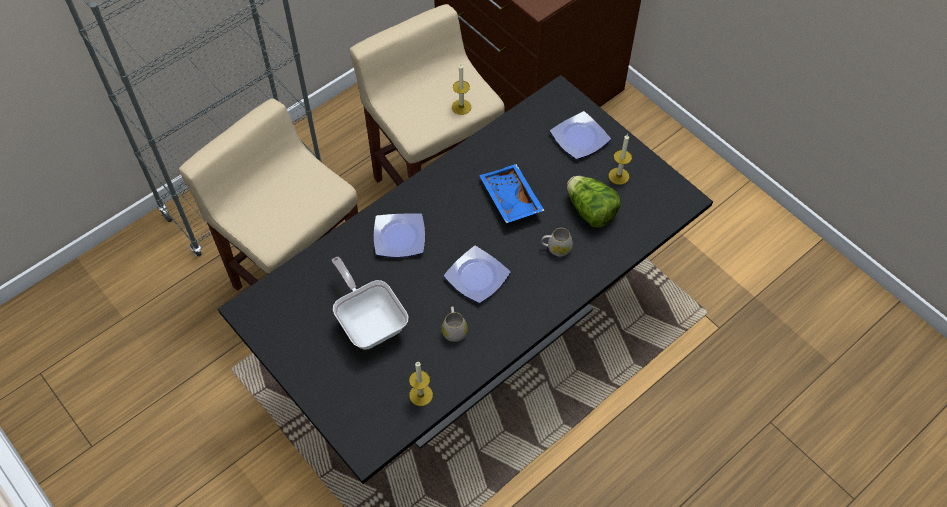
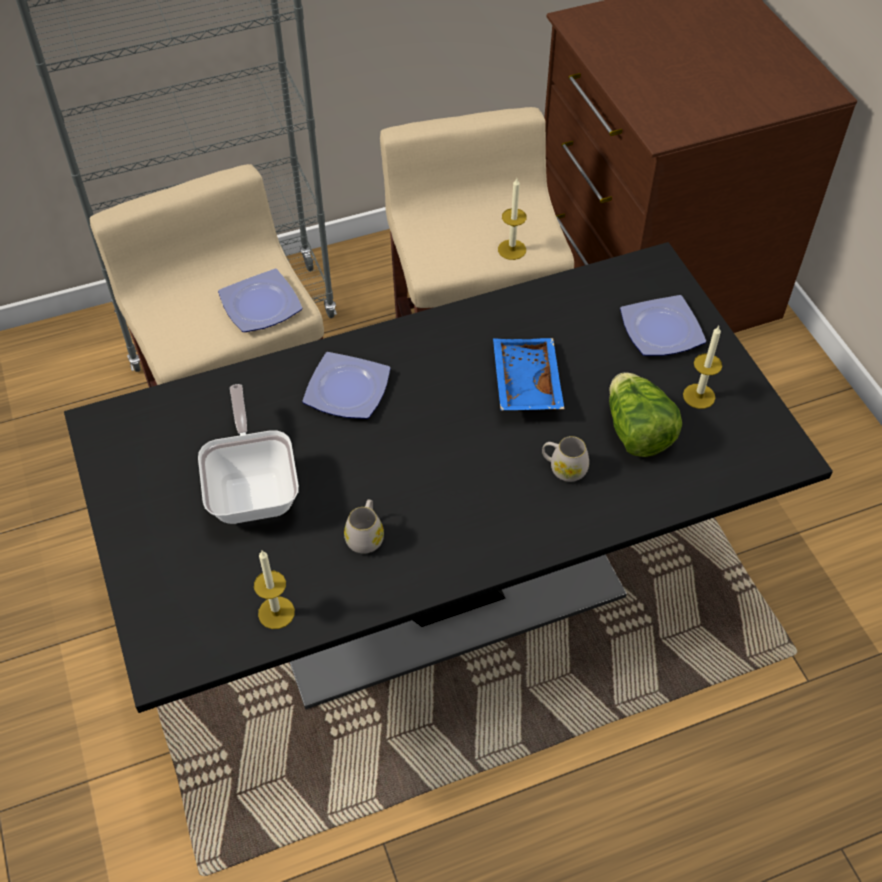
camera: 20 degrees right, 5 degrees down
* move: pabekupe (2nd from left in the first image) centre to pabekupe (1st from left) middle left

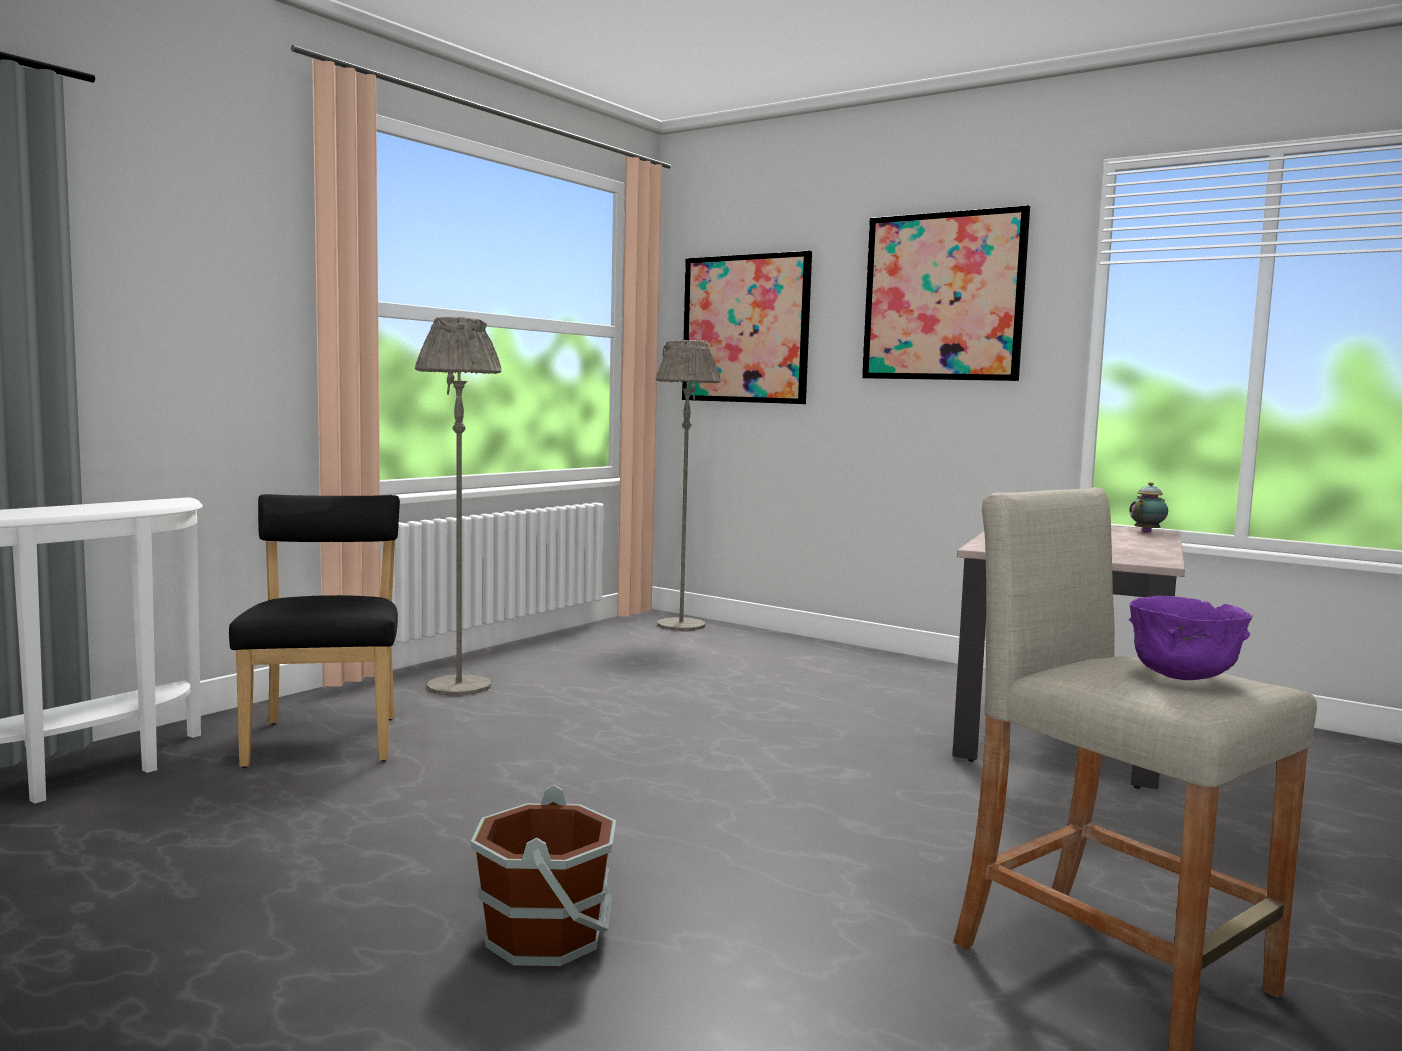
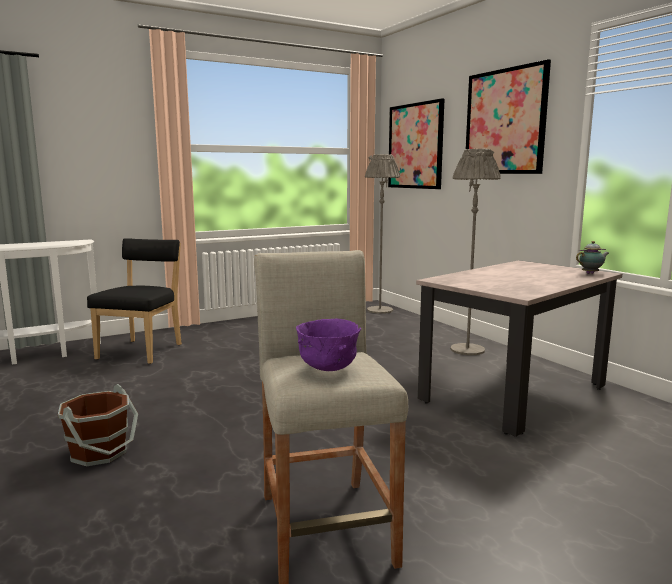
camera: 25 degrees right, 5 degrees up
* move: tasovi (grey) (1st from left in the first image) middle left to tasovi (grey) (2nd from left) middle right

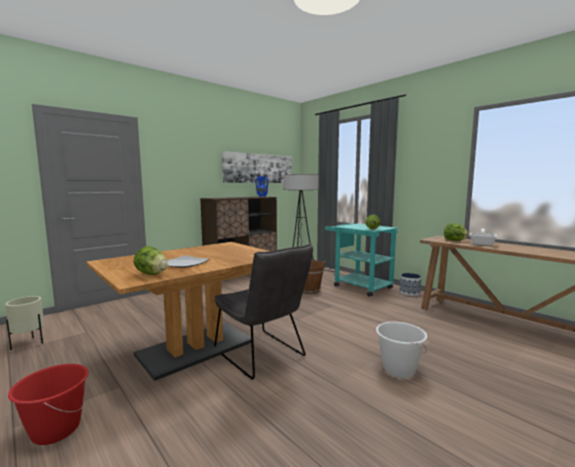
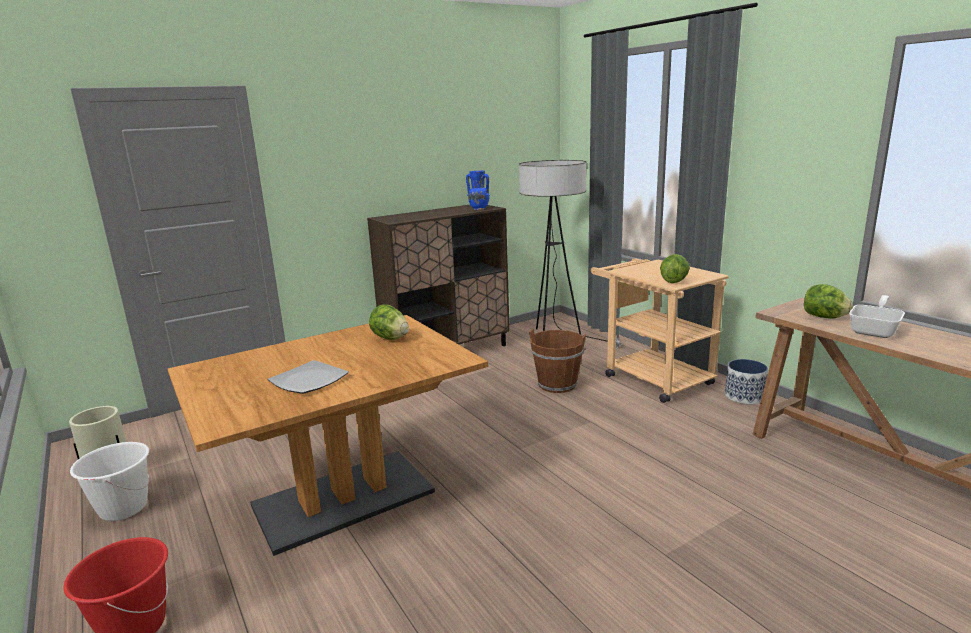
camera: 10 degrees right, 10 degrees up
* delete: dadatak centre
* recolor: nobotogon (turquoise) centre to nobotogon (beige) middle right
* delete: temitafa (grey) centre
* move: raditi (1st from left) middle left to centre
* move: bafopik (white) bottom right to bottom left

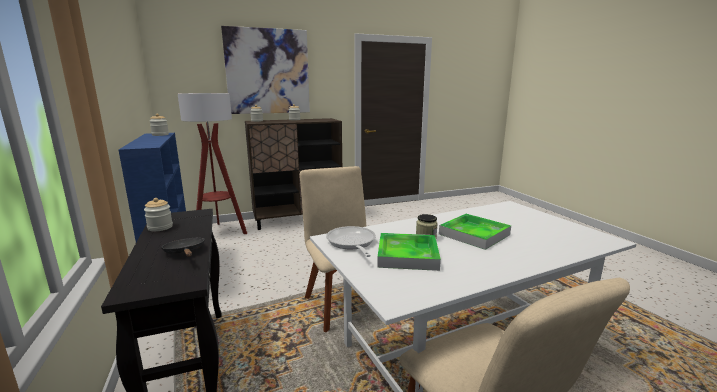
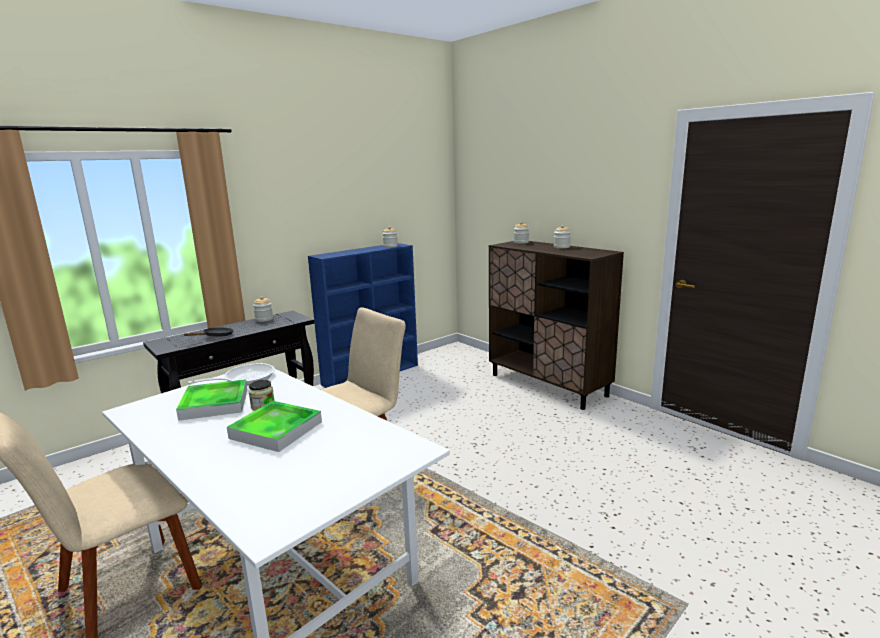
camera: 70 degrees right, 0 degrees up
* delete: dadatak top centre
* delete: tasovi middle left

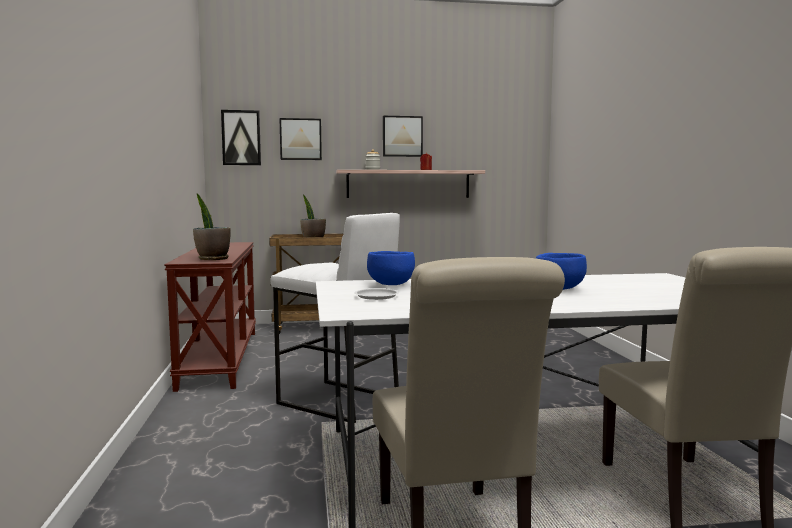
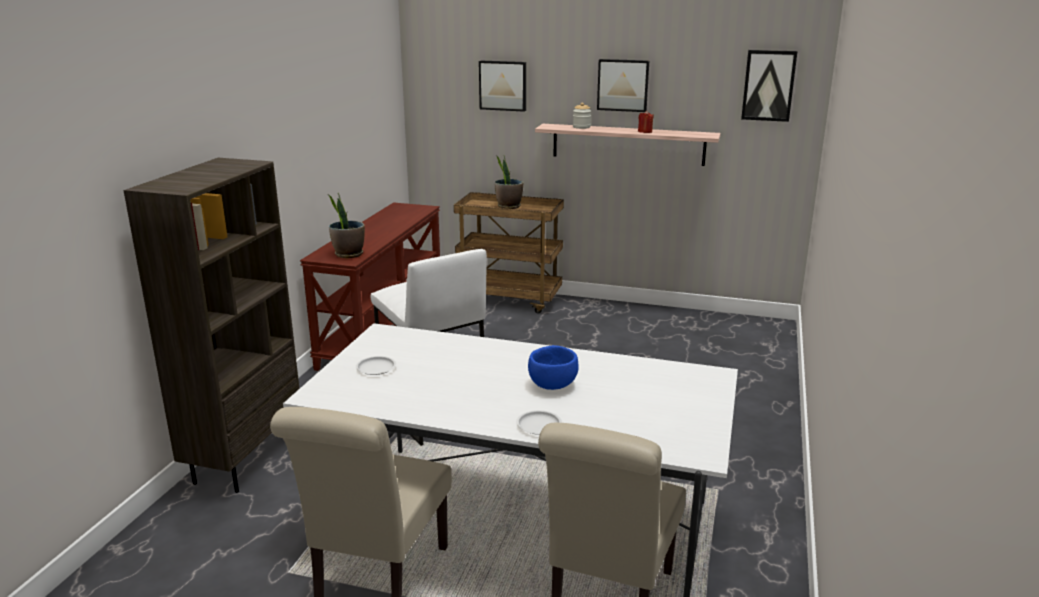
camera: 25 degrees right, 15 degrees up
* move: dadatak (1st from left in the first image) top left to dadatak (3rd from left) top right
* delete: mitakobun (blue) (1st from left) centre
* insert: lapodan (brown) middle left
* insert: pabekupe (white) (2nd from left) bottom centre

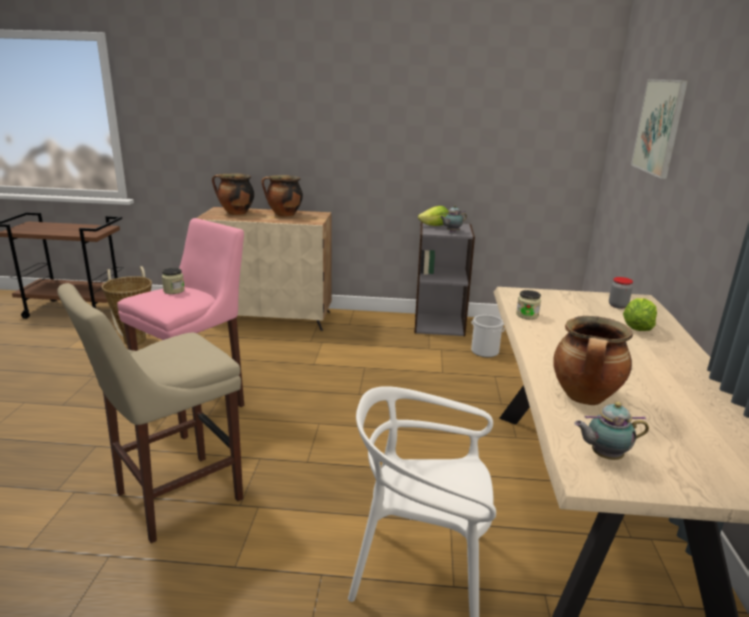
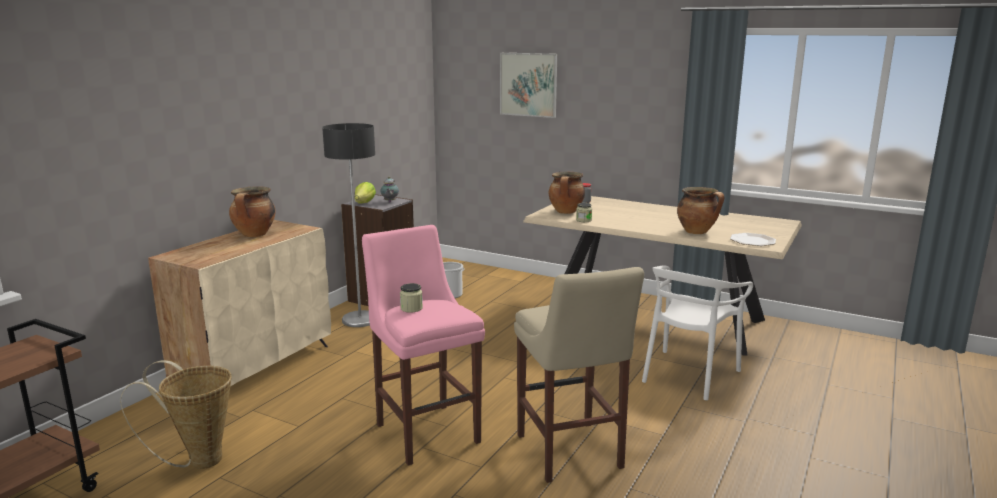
camera: 65 degrees left, 5 degrees down
* move: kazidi (1st from left in the first image) top left to kazidi (2nd from left) centre
* delete: raditi (2nd from left) middle right
* replace: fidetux (2nd from left) bottom right to pabekupe middle right
* insert: tasovi centre

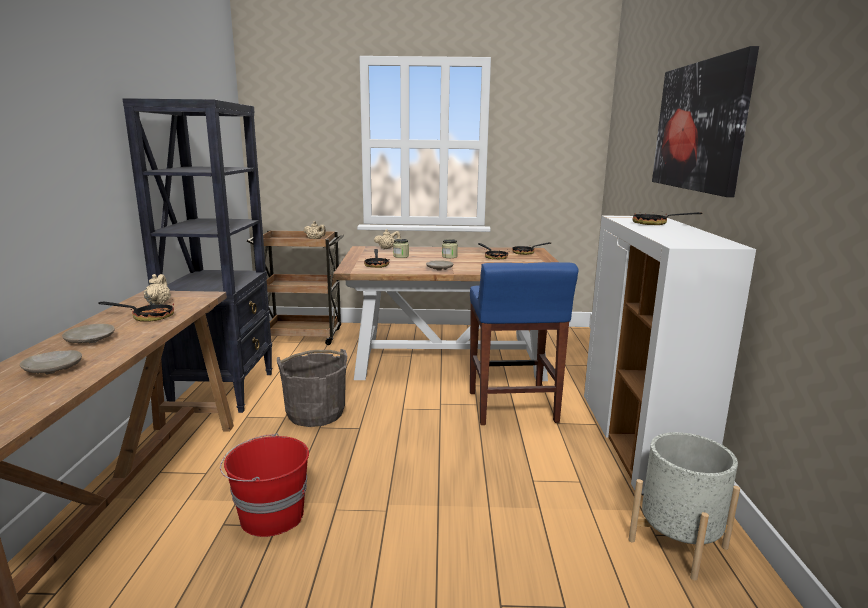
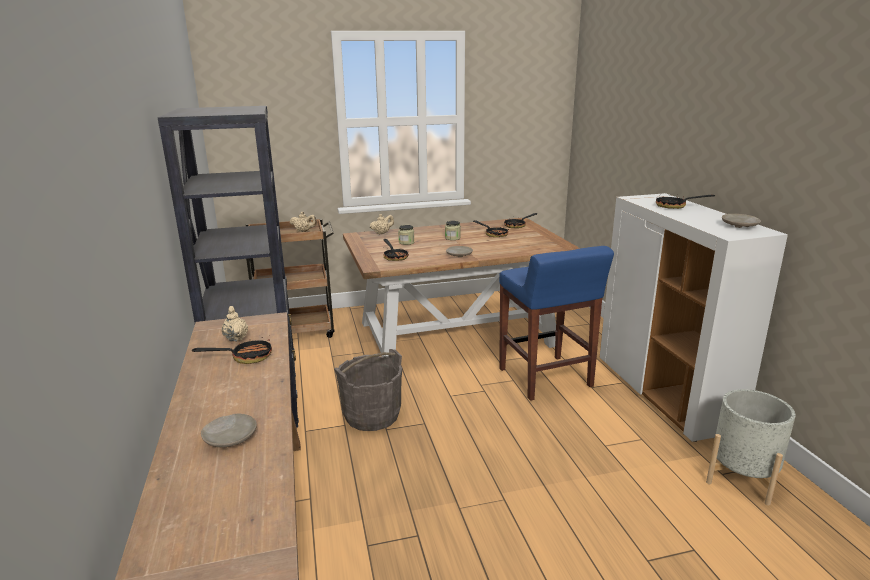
camera: 15 degrees left, 5 degrees up
* delete: dadatak top right
* move: pabekupe (beige) (2nd from left in the first image) middle left to pabekupe (beige) (3rd from left) middle right
* delete: bafopik (red) bottom left

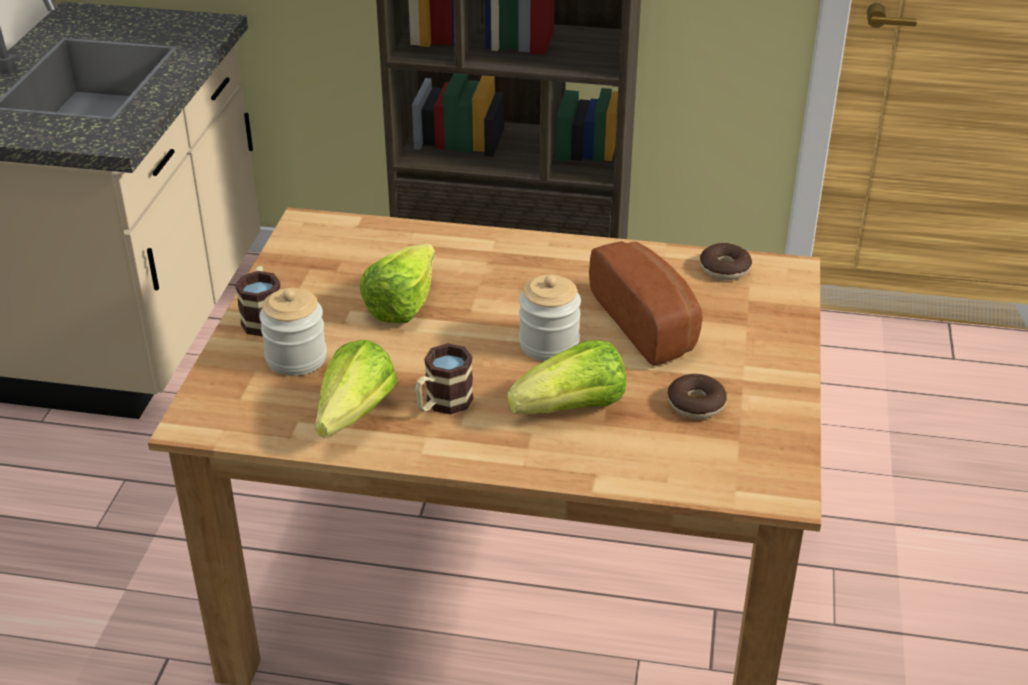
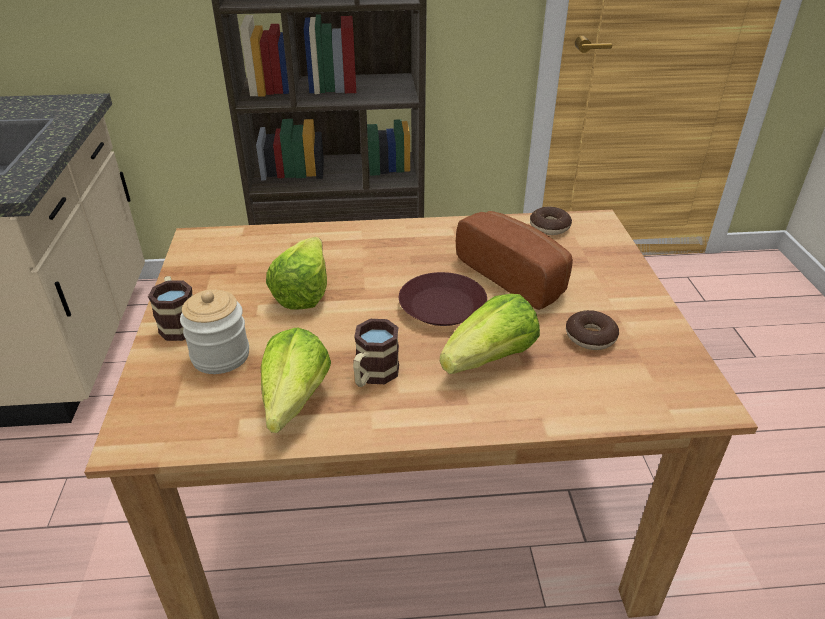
camera: 15 degrees left, 0 degrees up
* replace: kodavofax (2nd from left) centre to pabekupe (brown) centre

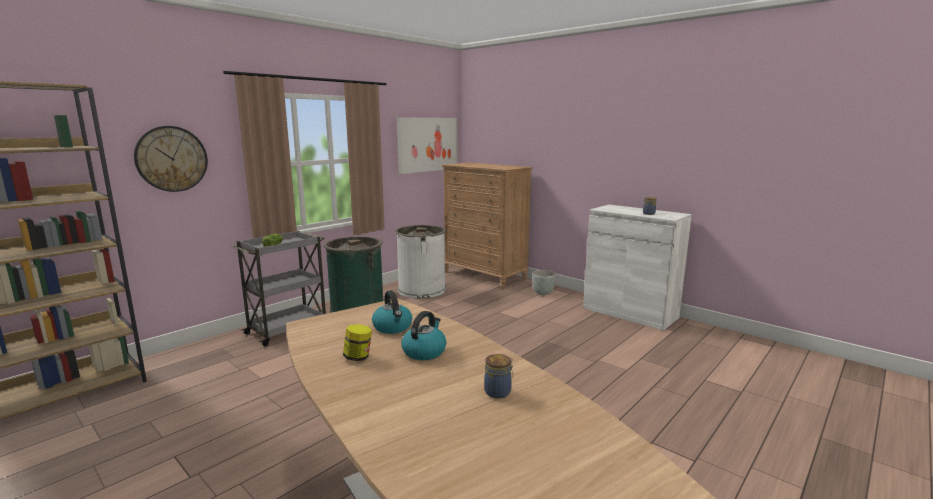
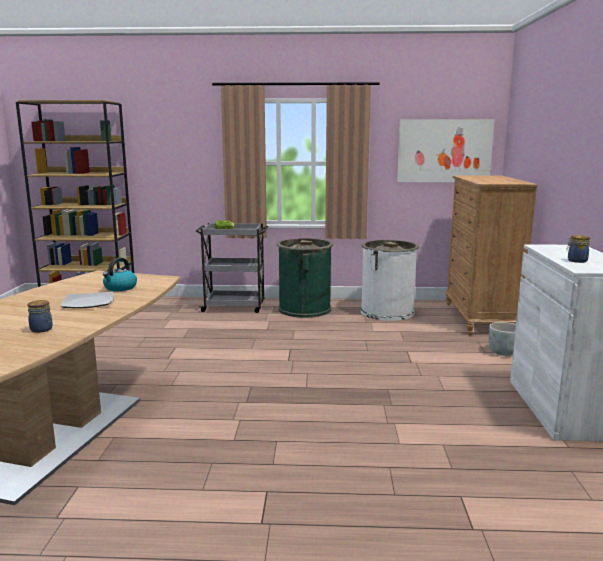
camera: 50 degrees right, 0 degrees up
* delete: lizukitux top left
* replace: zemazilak (2nd from left) bottom centre to pabekupe middle left
* delete: kodavofax (1st from left) bottom centre

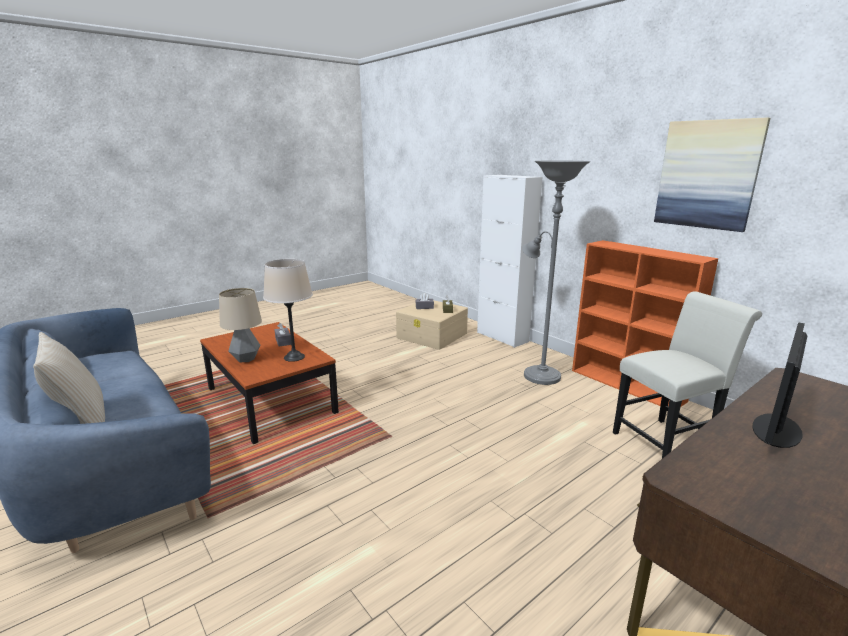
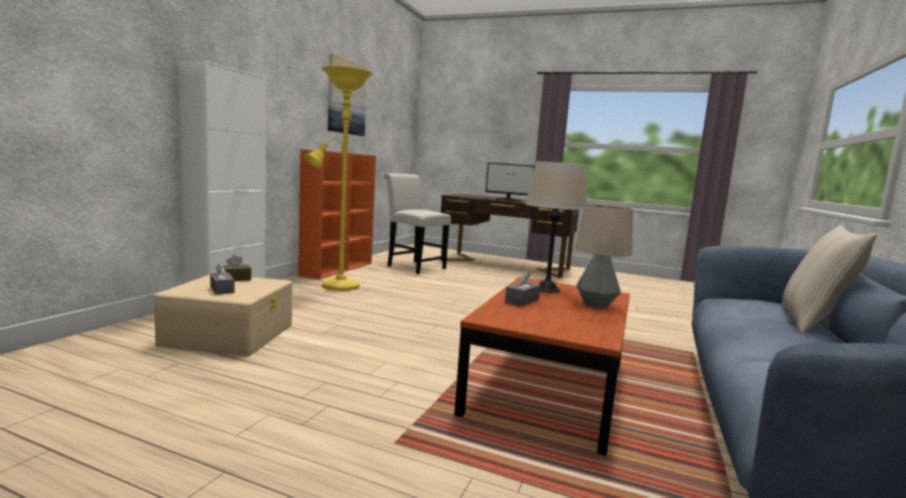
camera: 120 degrees left, 10 degrees down
* recolor: tasovi (grey) centre to tasovi (yellow) centre

